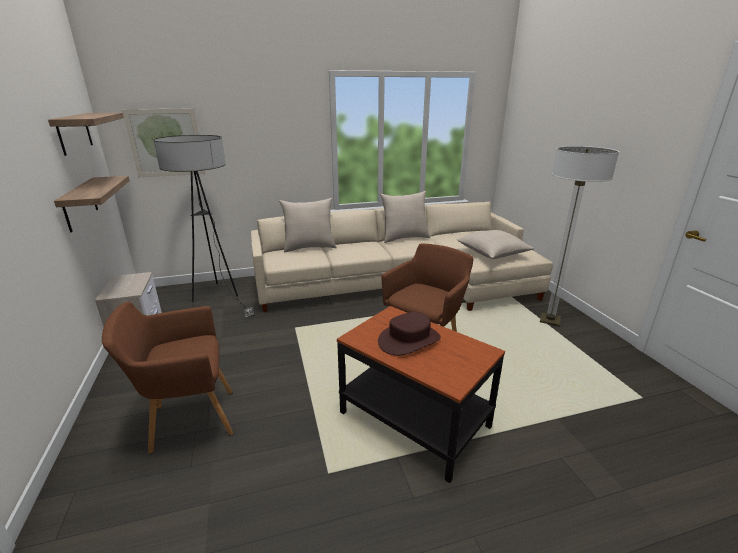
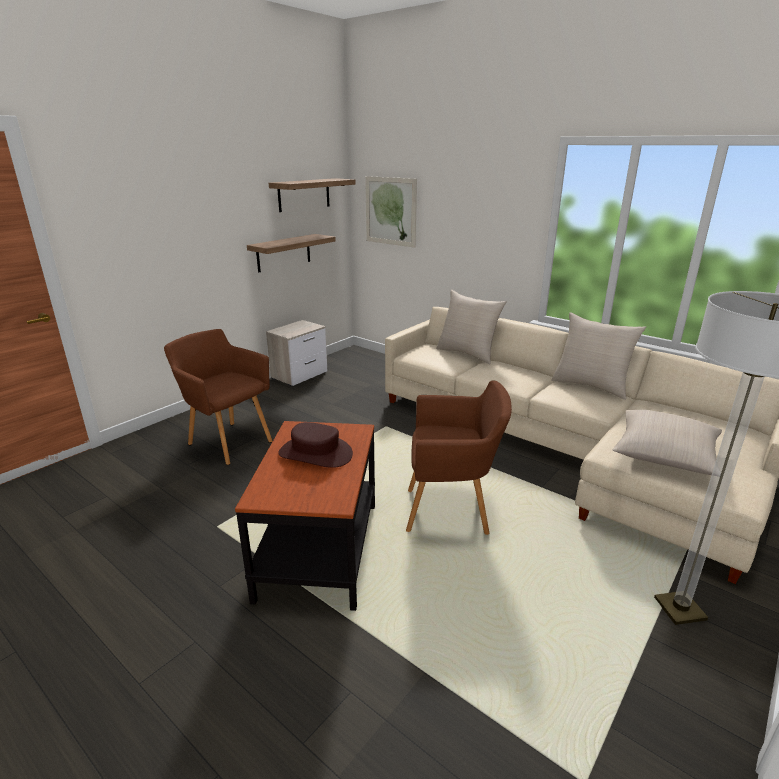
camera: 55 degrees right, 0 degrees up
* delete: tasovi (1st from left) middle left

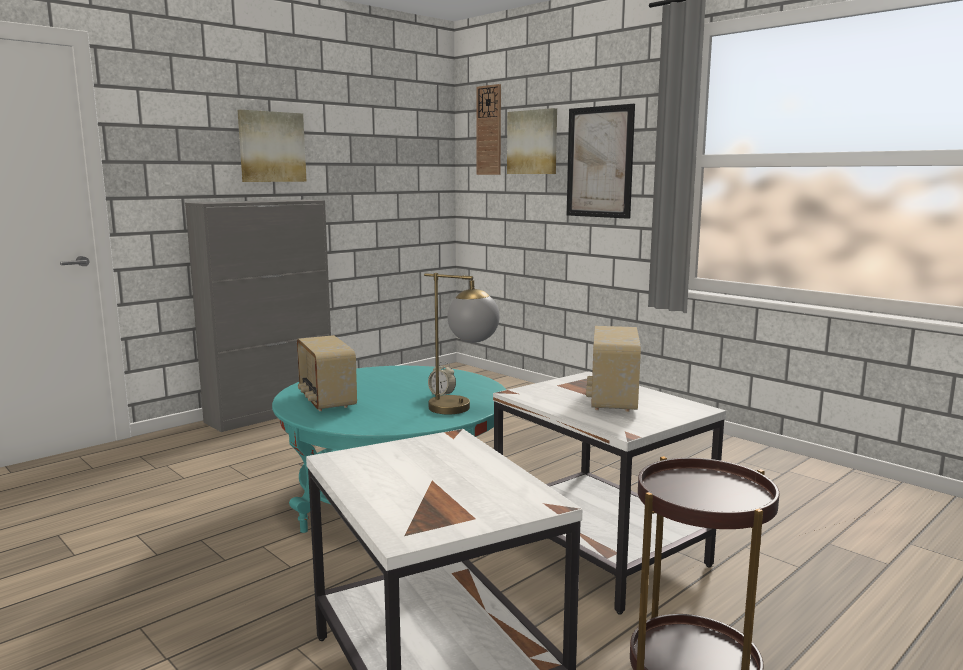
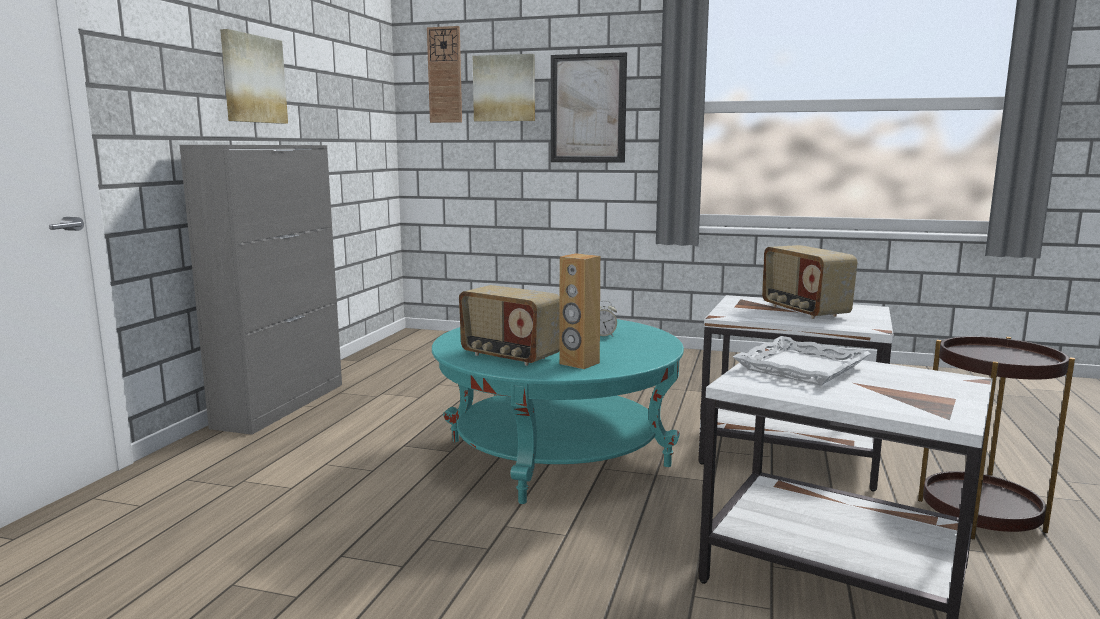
camera: 30 degrees left, 0 degrees up
* delete: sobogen centre
* insert: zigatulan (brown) centre
* insert: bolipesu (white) middle right

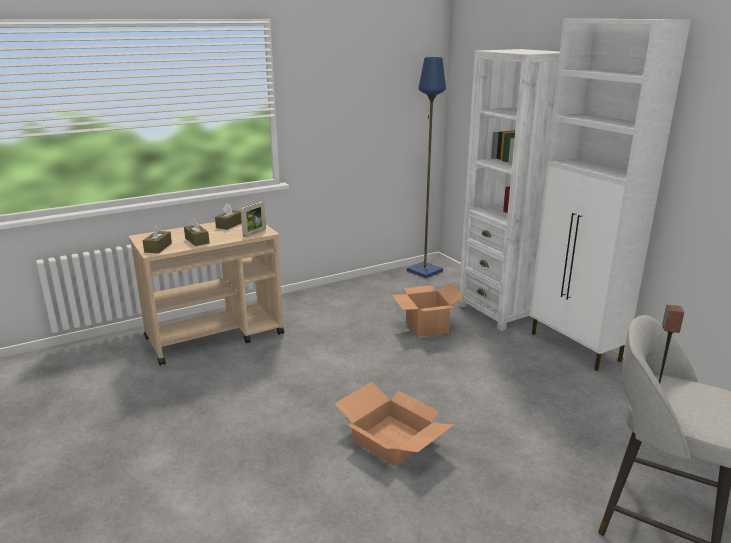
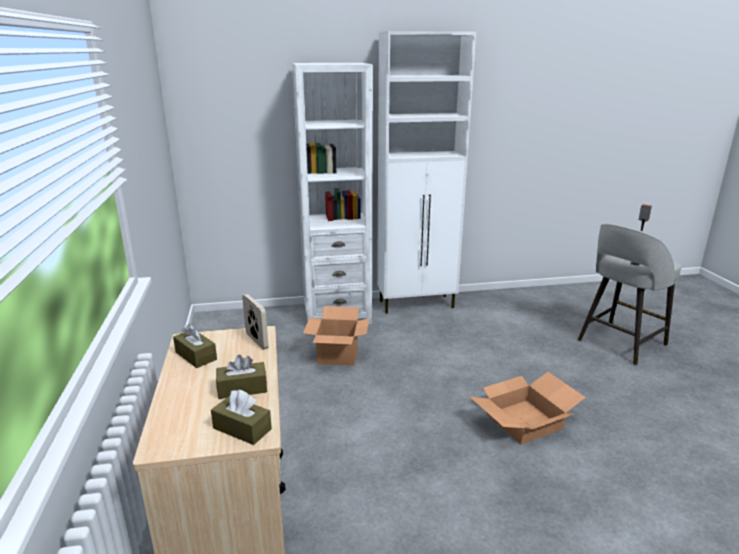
camera: 70 degrees left, 0 degrees up
* delete: tasovi (blue) top centre

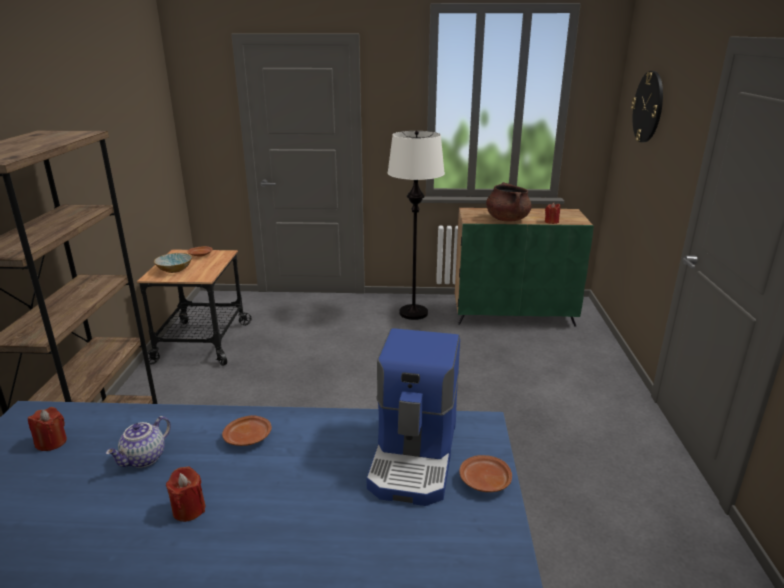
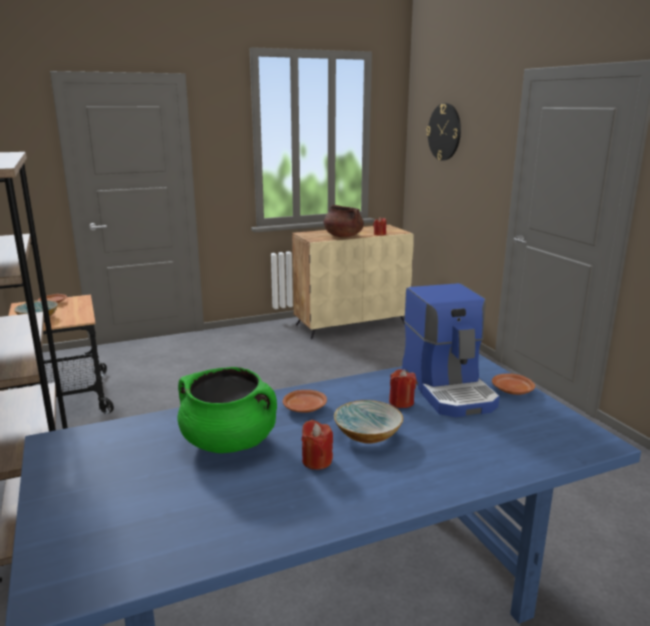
camera: 25 degrees left, 5 degrees down
* delete: tasovi (white) centre
* recolor: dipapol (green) middle right to dipapol (beige) centre
* move: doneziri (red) (1st from left in the first image) bottom left to doneziri (red) (3rd from left) centre
* replace: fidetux bottom left to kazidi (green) centre
* insert: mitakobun (2nd from left) bottom centre

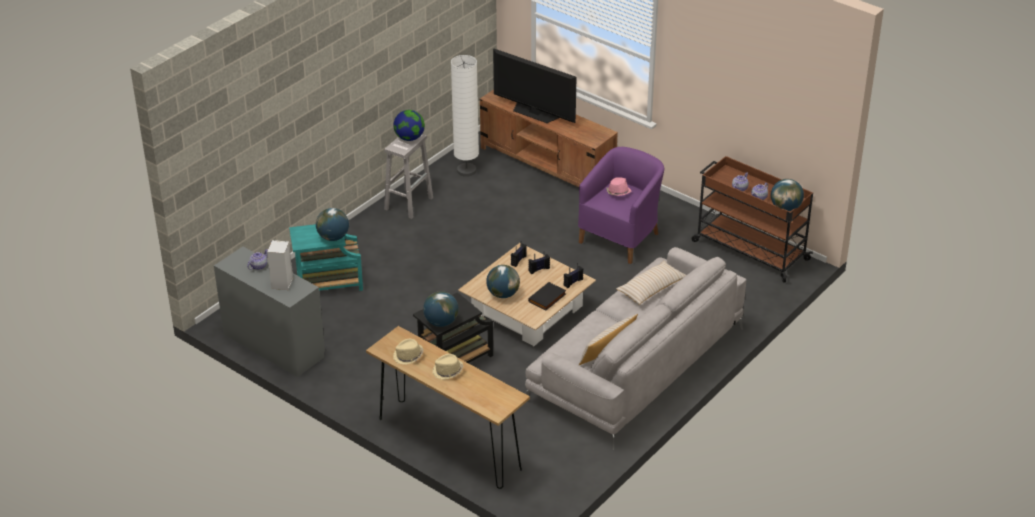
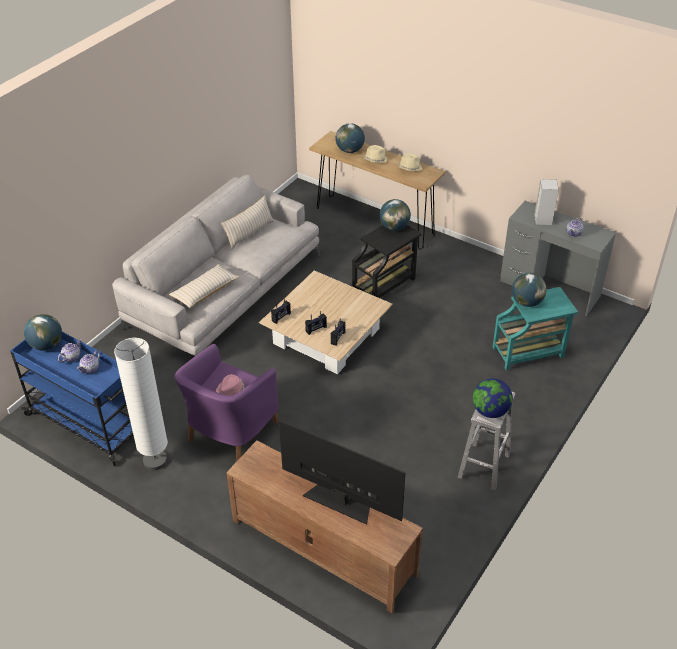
camera: 175 degrees right, 5 degrees up
* move: tasovi (white) top centre to middle left
* recolor: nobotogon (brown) middle right to nobotogon (blue) middle left
* move: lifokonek (4th from left in the first image) centre to lifokonek (2nd from left) top centre
* delete: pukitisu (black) centre

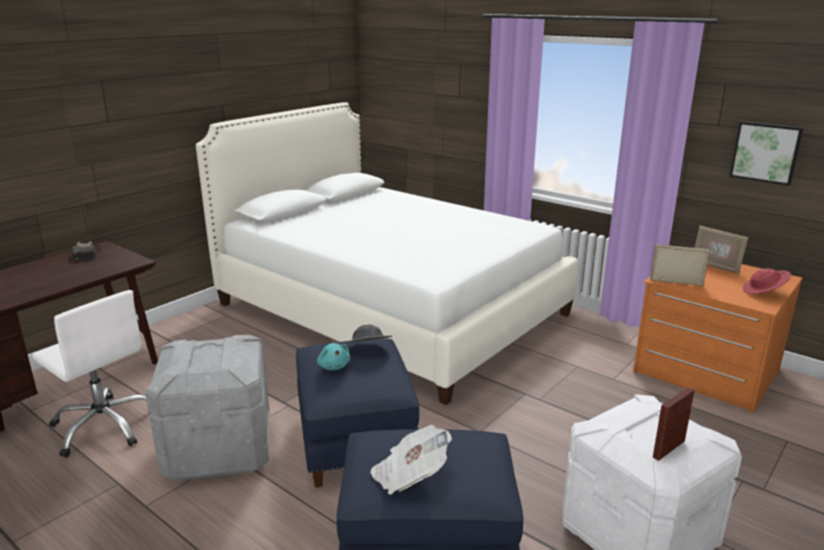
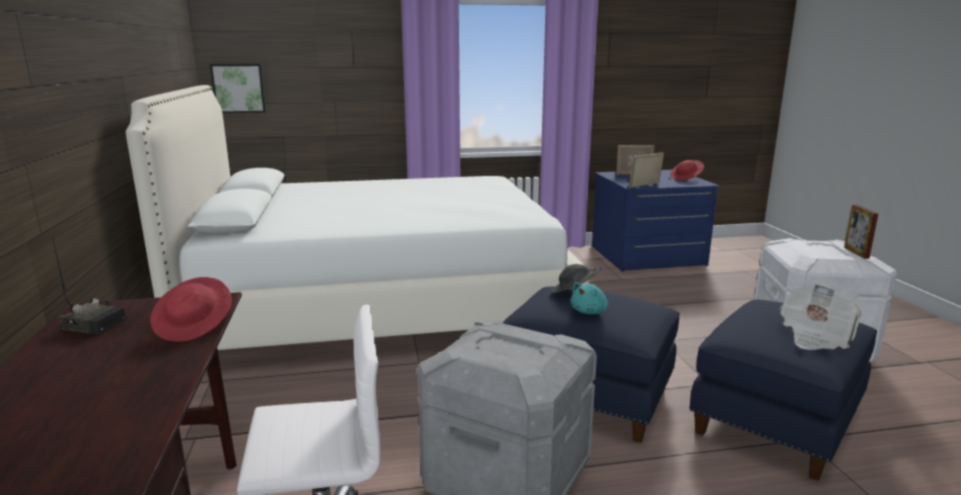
camera: 50 degrees left, 5 degrees down
* move: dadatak top right to top left
* recolor: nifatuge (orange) middle right to nifatuge (blue) middle right
* rotate: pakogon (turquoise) centre = centre 120 degrees clockwise
* insert: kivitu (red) (1st from left) middle left

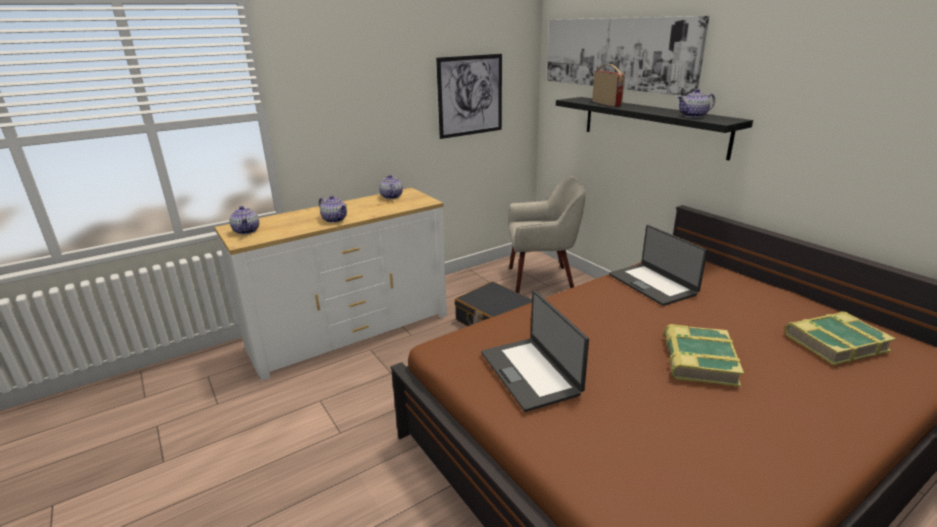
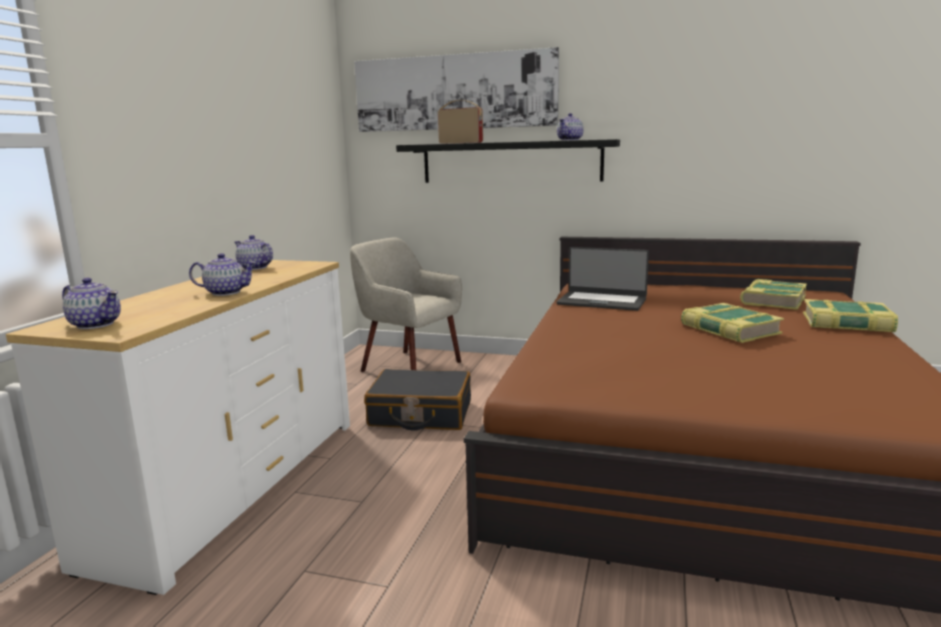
camera: 40 degrees left, 10 degrees down
* delete: dadatak (1st from left) top centre
* rotate: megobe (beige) centre = centre 105 degrees counterclockwise
* delete: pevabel (1st from left) centre
* insert: pukitisu (3rd from left) middle right

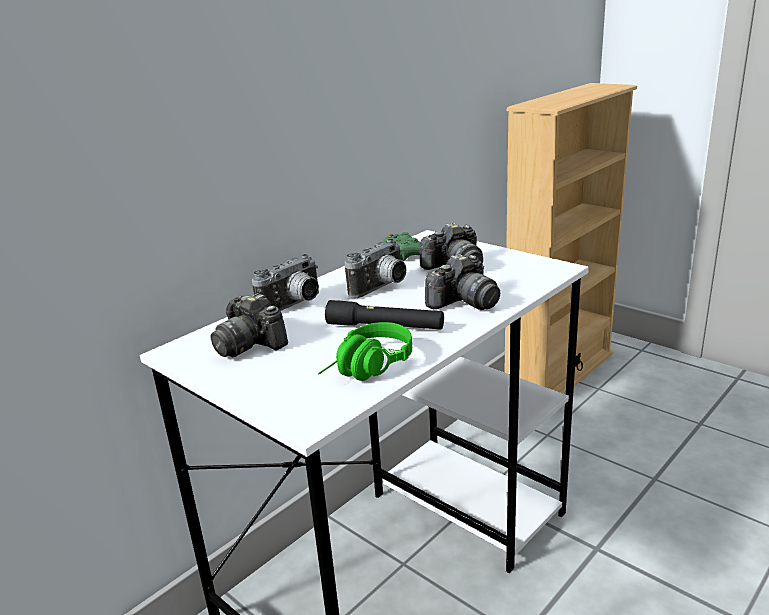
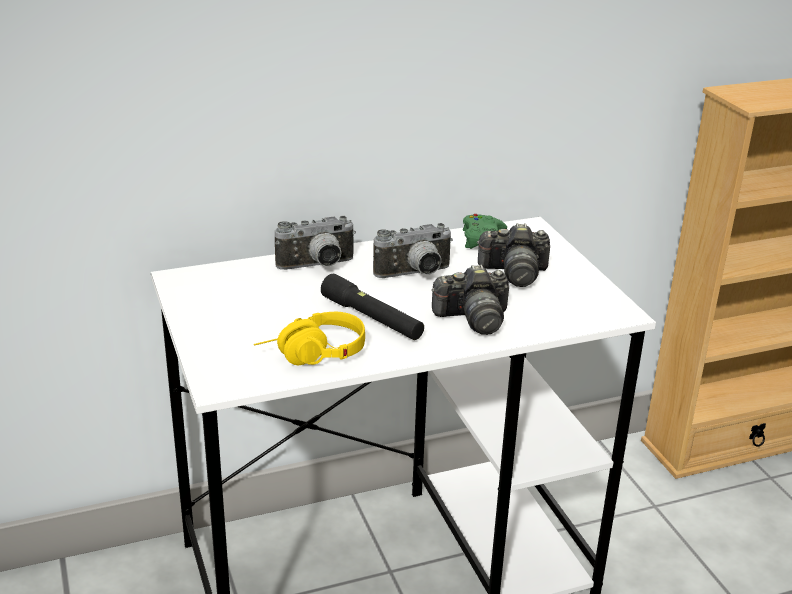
camera: 25 degrees right, 5 degrees up
* delete: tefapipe (1st from left) middle left
* recolor: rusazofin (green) centre to rusazofin (yellow) centre

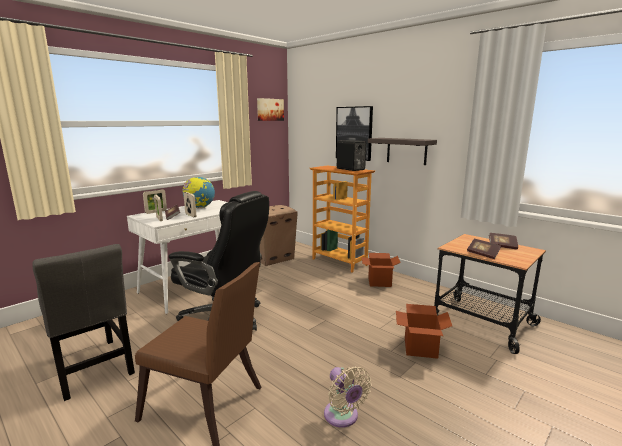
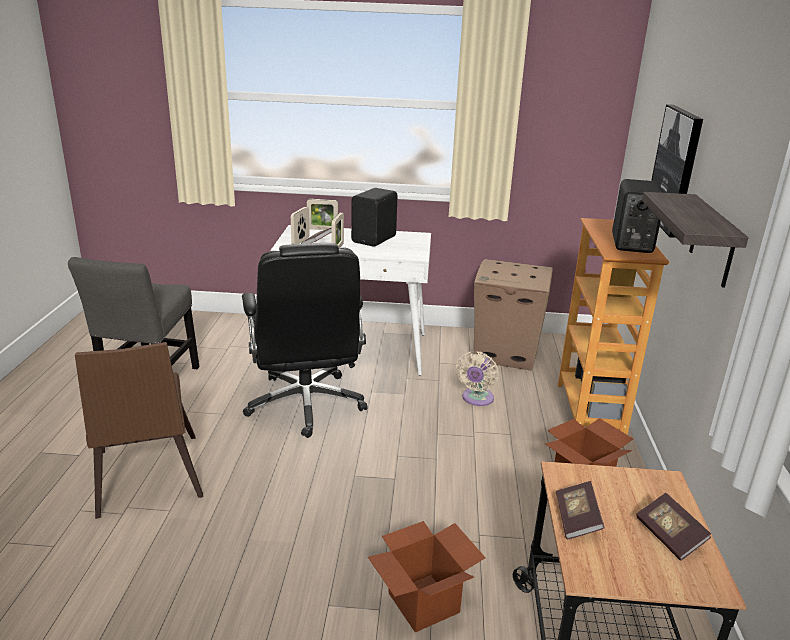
camera: 50 degrees right, 10 degrees up
* delete: dadatak (1st from left) top centre
* replace: lifokonek middle left to zigatulan (black) (1st from left) centre
* move: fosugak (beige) bottom centre to centre

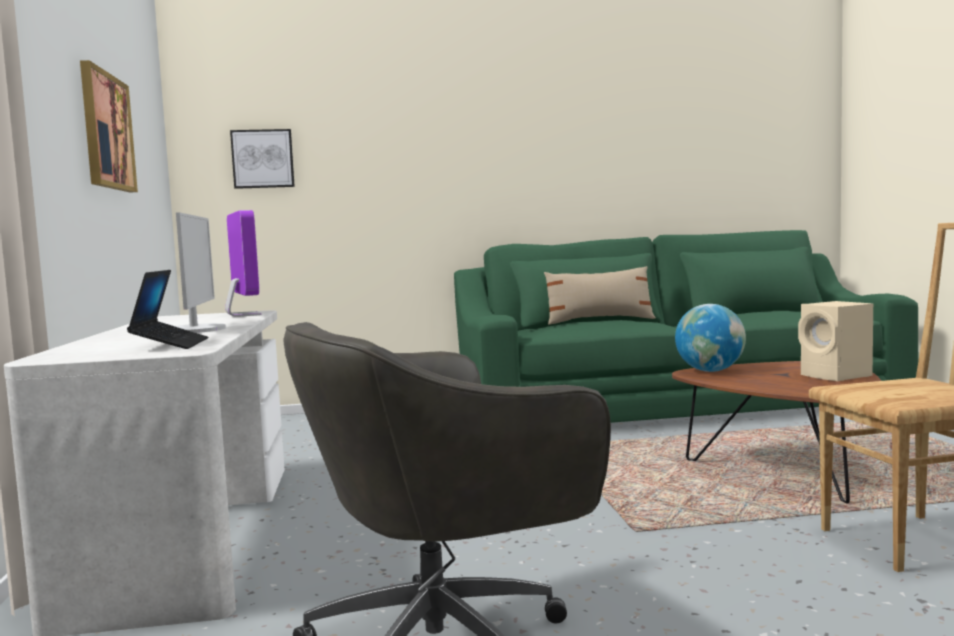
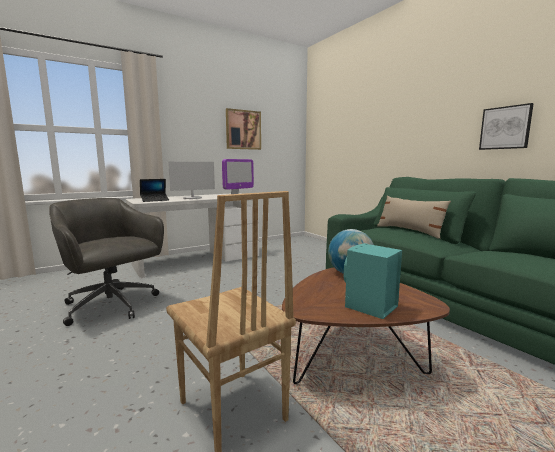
camera: 65 degrees right, 5 degrees up
* move: dadatak (2nd from left) top left to top right
* recolor: zigatulan (beige) middle right to zigatulan (turquoise) middle right

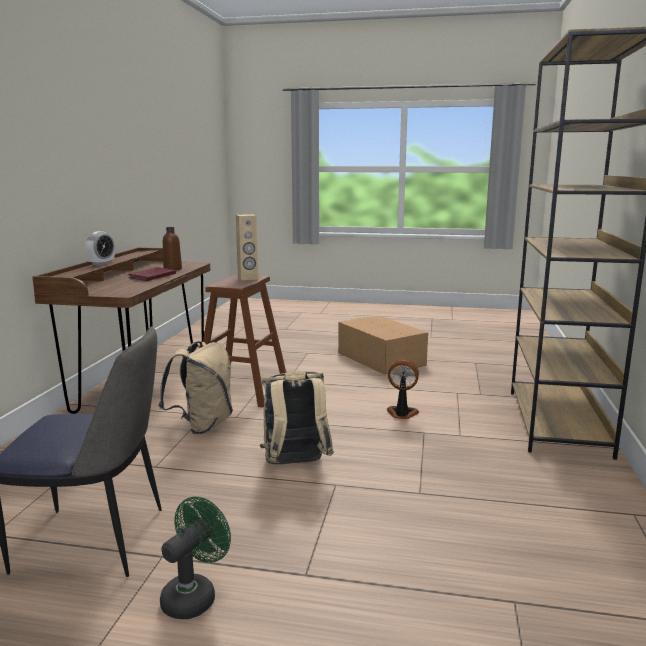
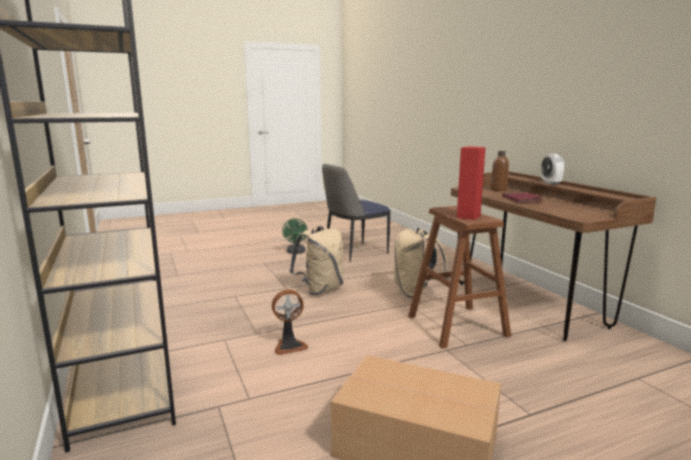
camera: 145 degrees right, 0 degrees up
* recolor: zigatulan (beige) centre to zigatulan (red) middle right
* move: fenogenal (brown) middle left to middle right

